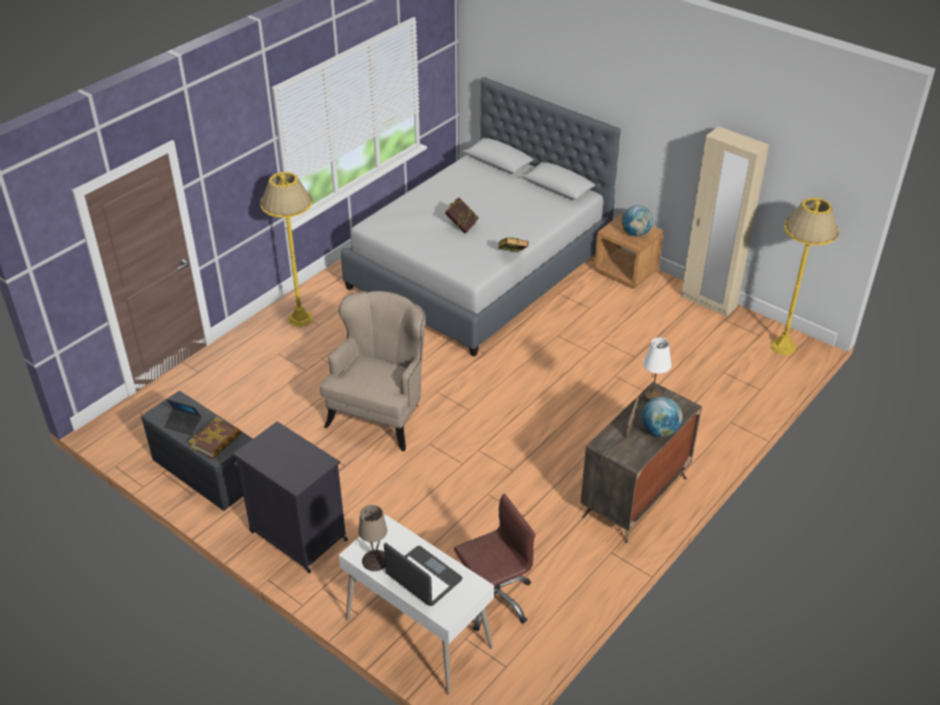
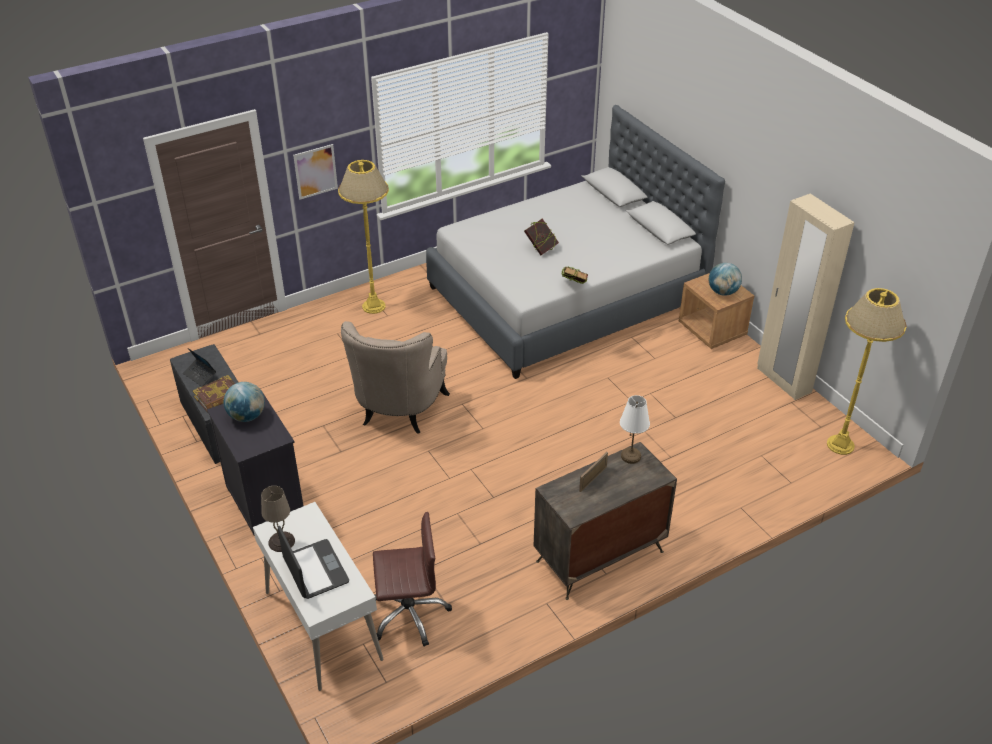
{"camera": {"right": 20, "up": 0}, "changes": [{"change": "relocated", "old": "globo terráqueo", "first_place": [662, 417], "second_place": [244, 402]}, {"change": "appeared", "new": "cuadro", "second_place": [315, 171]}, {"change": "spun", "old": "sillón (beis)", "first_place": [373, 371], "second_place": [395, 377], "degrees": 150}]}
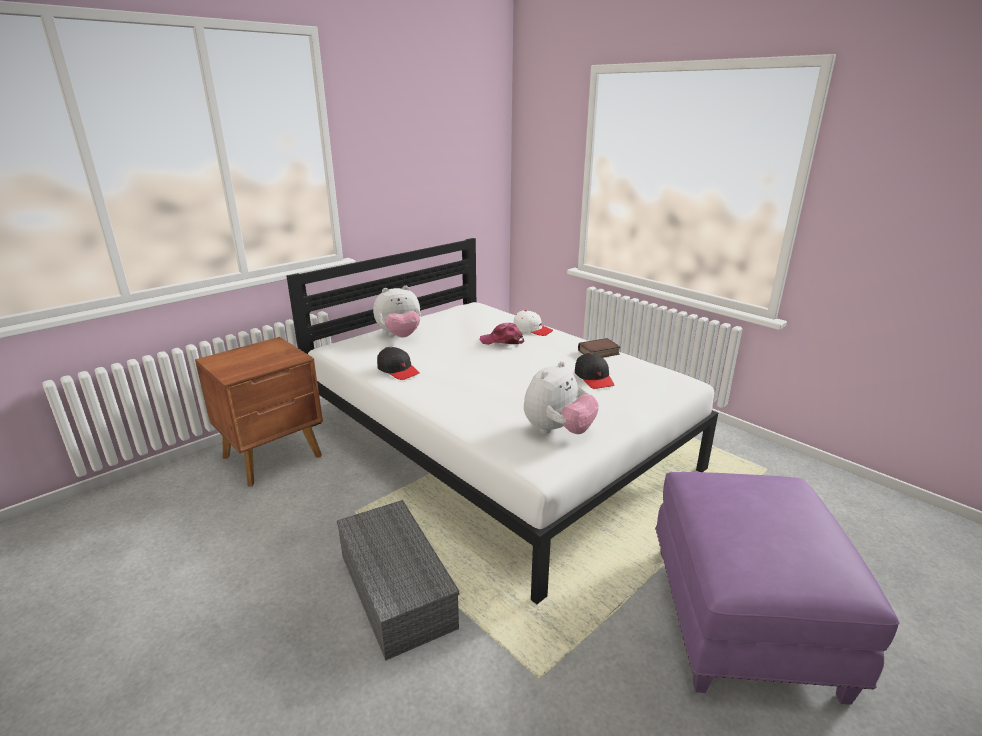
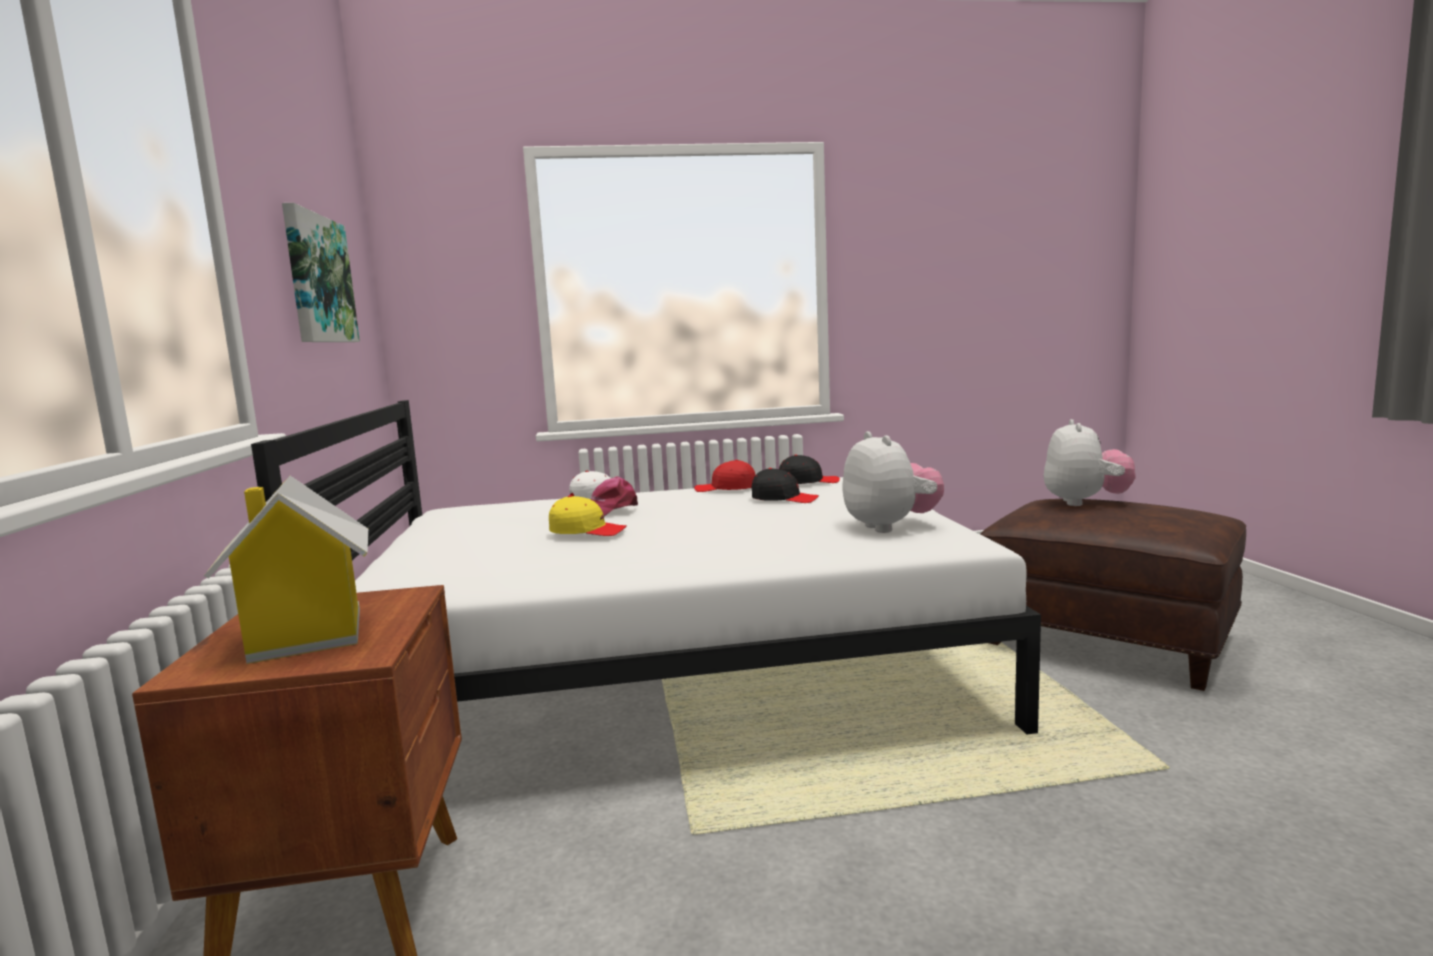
{"camera": {"right": -55, "up": -15}, "changes": [{"change": "appeared", "new": "casita", "second_place": [286, 570]}, {"change": "appeared", "new": "cuadro", "second_place": [321, 272]}, {"change": "appeared", "new": "gorra (amarillo)", "second_place": [588, 515]}, {"change": "exchanged", "old": "libro", "new": "gorra (rojo)", "first_place": [599, 348], "second_place": [724, 476]}, {"change": "relocated", "old": "gorra (negro)", "first_place": [398, 363], "second_place": [809, 469]}, {"change": "colour", "old": "puf (morado)", "new": "puf (marrón)", "first_place": [777, 588], "second_place": [1113, 595]}, {"change": "relocated", "old": "peluche", "first_place": [397, 311], "second_place": [1090, 462]}, {"change": "missing", "old": "caja de almacenaje (gris)", "first_place": [398, 580]}]}
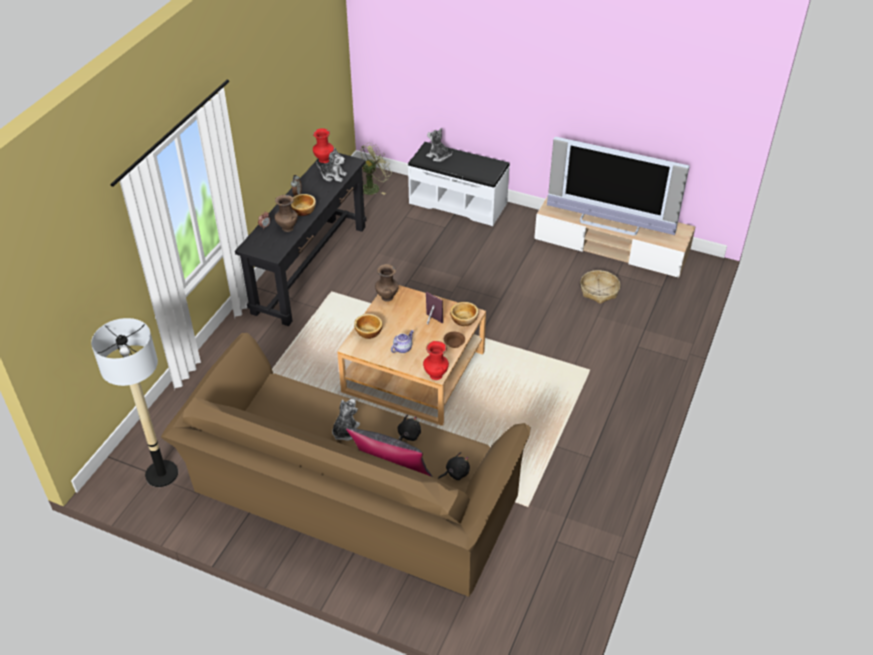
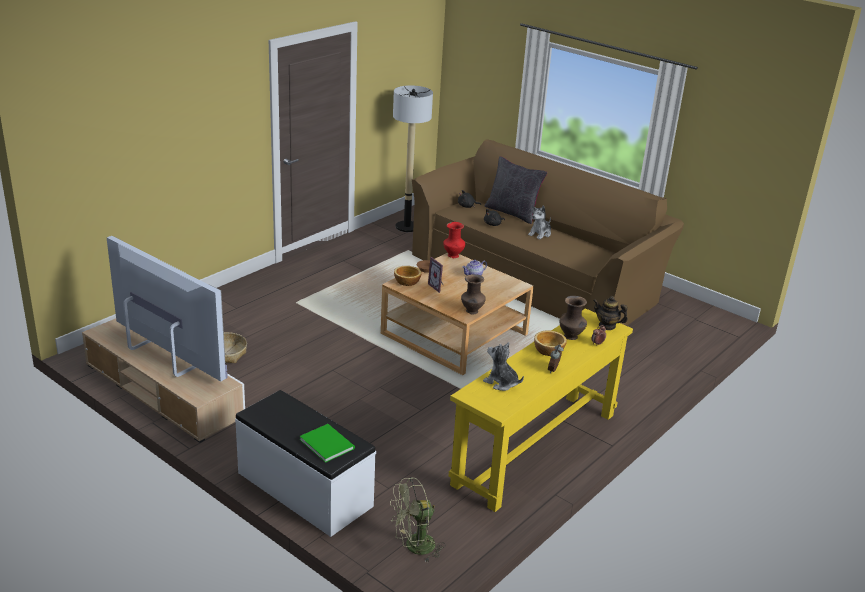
{"camera": {"right": -165, "up": -15}, "changes": [{"change": "exchanged", "old": "peluche", "new": "libro (verde)", "first_place": [439, 145], "second_place": [327, 443]}, {"change": "relocated", "old": "lámpara de pie", "first_place": [134, 402], "second_place": [413, 158]}, {"change": "colour", "old": "mesa consola (negro)", "new": "mesa consola (amarillo)", "first_place": [300, 239], "second_place": [541, 410]}, {"change": "appeared", "new": "tetera", "second_place": [610, 313]}, {"change": "missing", "old": "florero (rojo)", "first_place": [323, 145]}, {"change": "missing", "old": "cuenco", "first_place": [368, 326]}]}
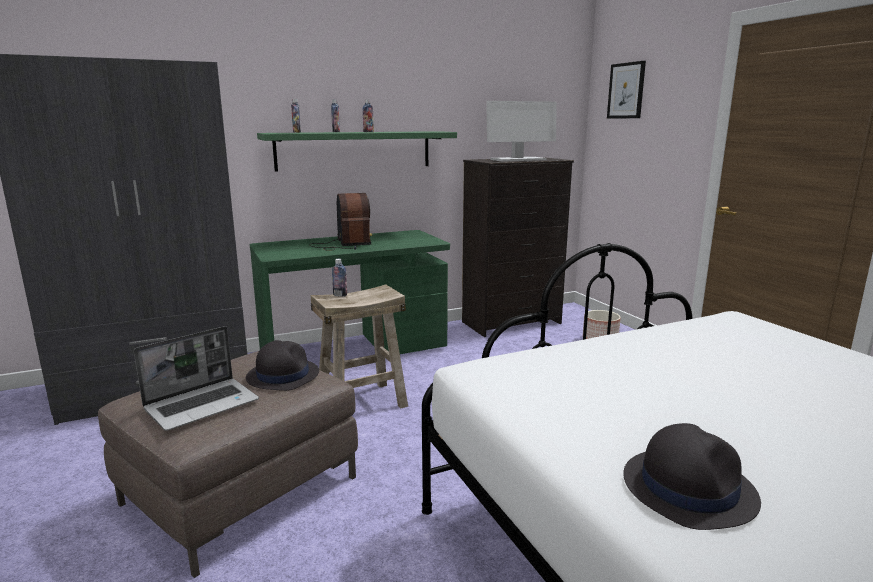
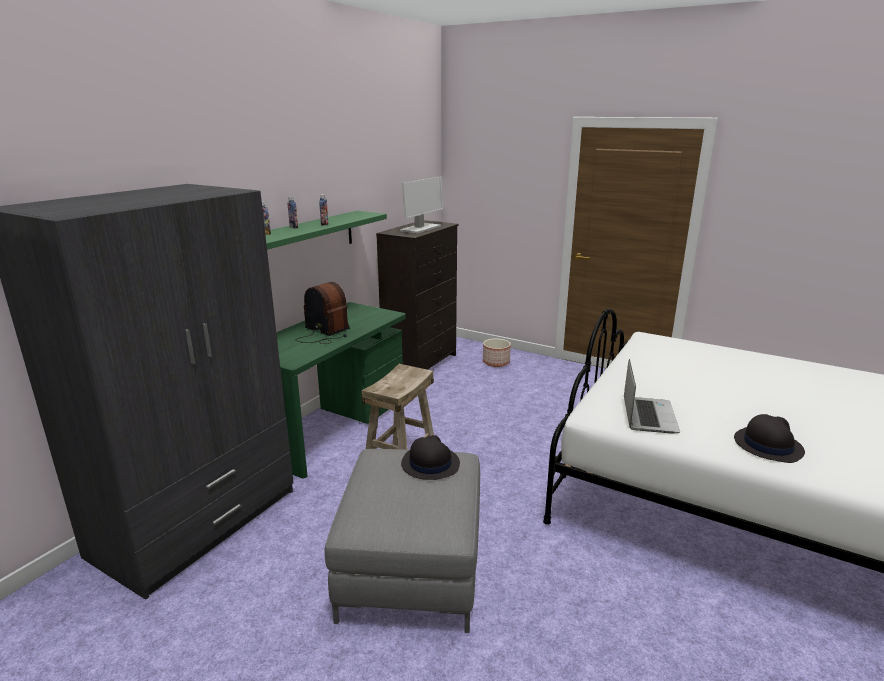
{"camera": {"right": -35, "up": 5}, "changes": [{"change": "colour", "old": "puf (marrón)", "new": "puf (gris)", "first_place": [228, 464], "second_place": [402, 541]}, {"change": "relocated", "old": "portátil", "first_place": [196, 378], "second_place": [652, 396]}, {"change": "missing", "old": "botella", "first_place": [339, 278]}, {"change": "missing", "old": "cuadro", "first_place": [626, 89]}]}
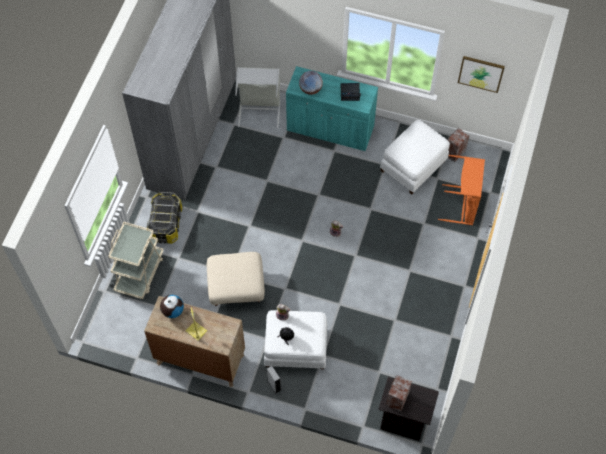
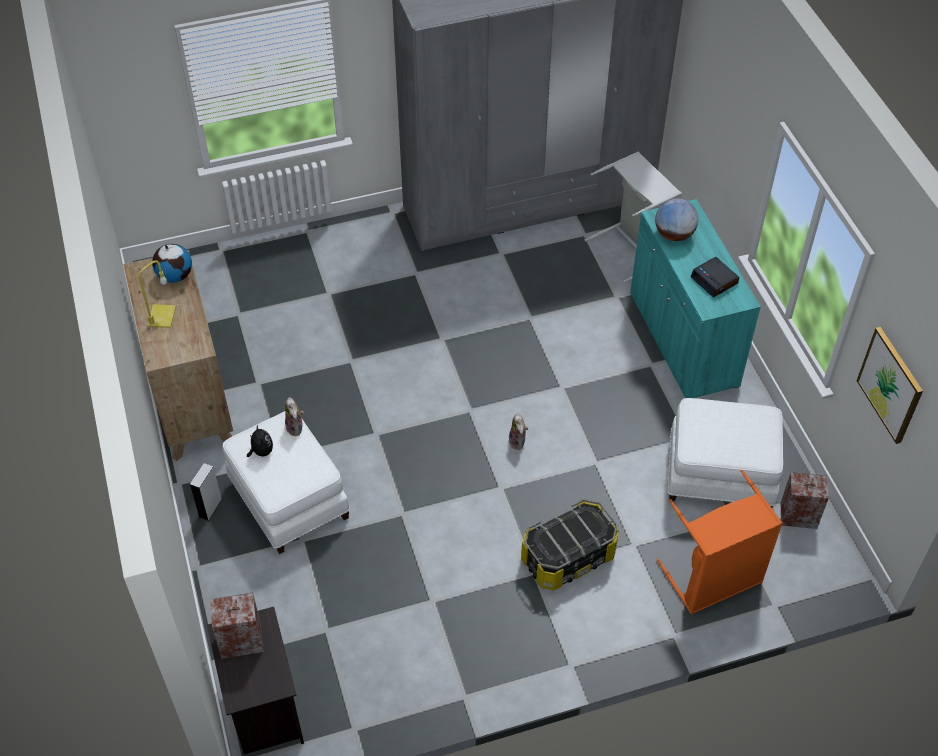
{"camera": {"right": 55, "up": -10}, "changes": [{"change": "relocated", "old": "caja de almacenaje", "first_place": [164, 218], "second_place": [570, 544]}, {"change": "missing", "old": "carrito (beis)", "first_place": [136, 260]}, {"change": "missing", "old": "puf (beis)", "first_place": [236, 279]}]}
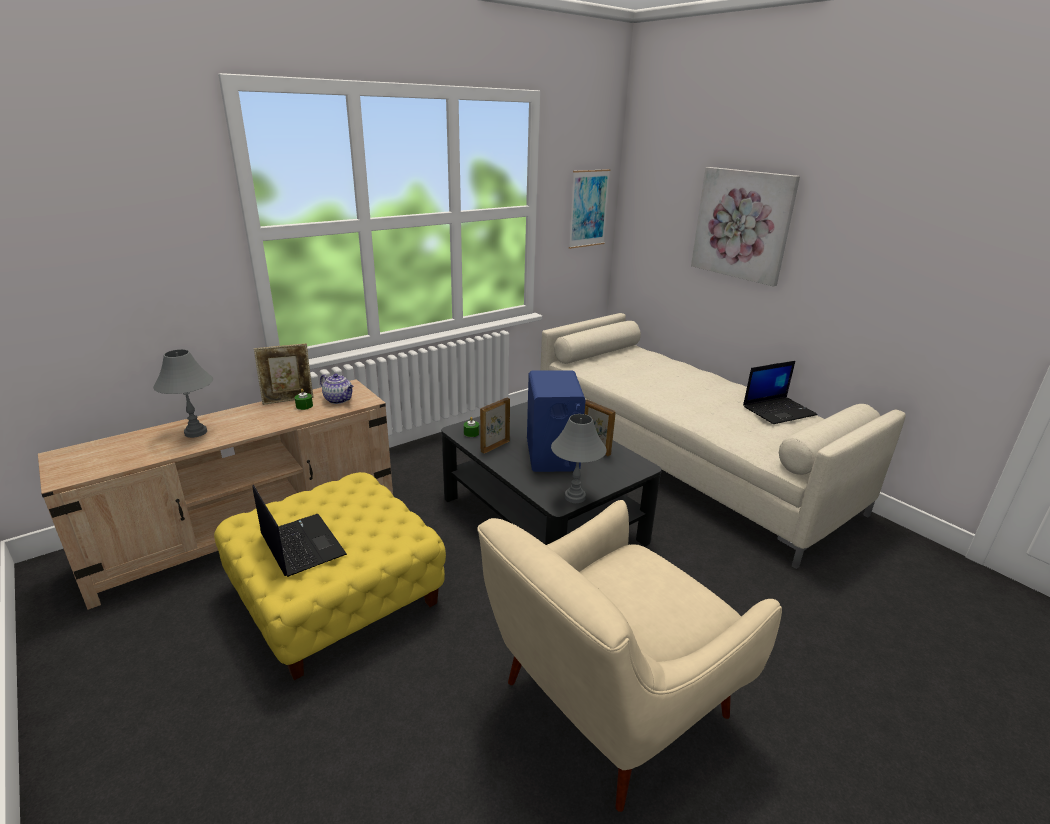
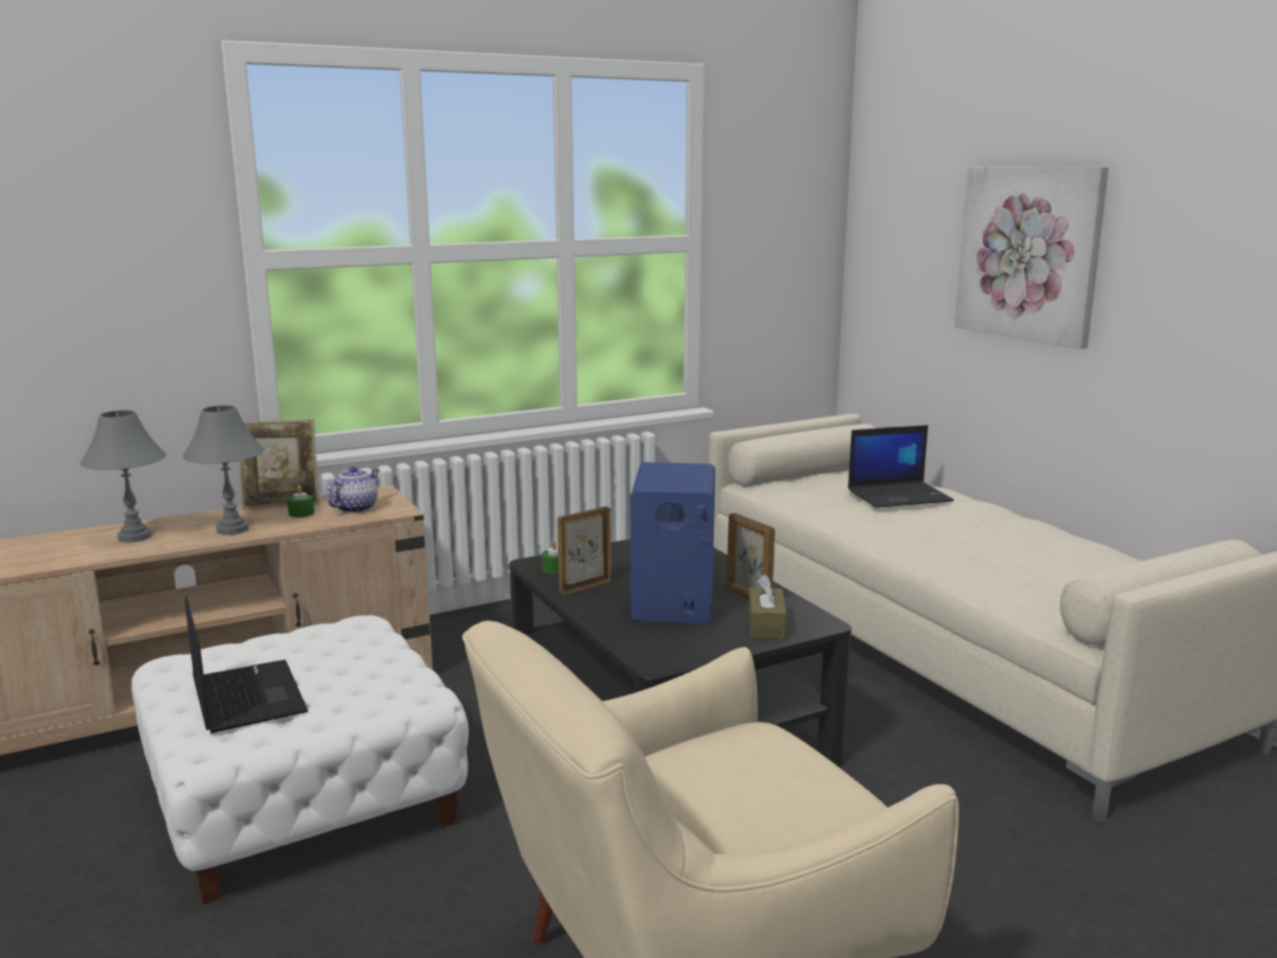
{"camera": {"right": 10, "up": -10}, "changes": [{"change": "colour", "old": "puf (amarillo)", "new": "puf (blanco)", "first_place": [330, 576], "second_place": [300, 759]}, {"change": "relocated", "old": "lámpara de mesa (gris)", "first_place": [579, 458], "second_place": [223, 470]}, {"change": "spun", "old": "tetera", "first_place": [337, 389], "second_place": [353, 489], "degrees": -105}, {"change": "appeared", "new": "caja de pañuelos (marrón)", "second_place": [768, 606]}, {"change": "relocated", "old": "portátil", "first_place": [780, 392], "second_place": [901, 466]}, {"change": "missing", "old": "cuadro", "first_place": [589, 209]}]}
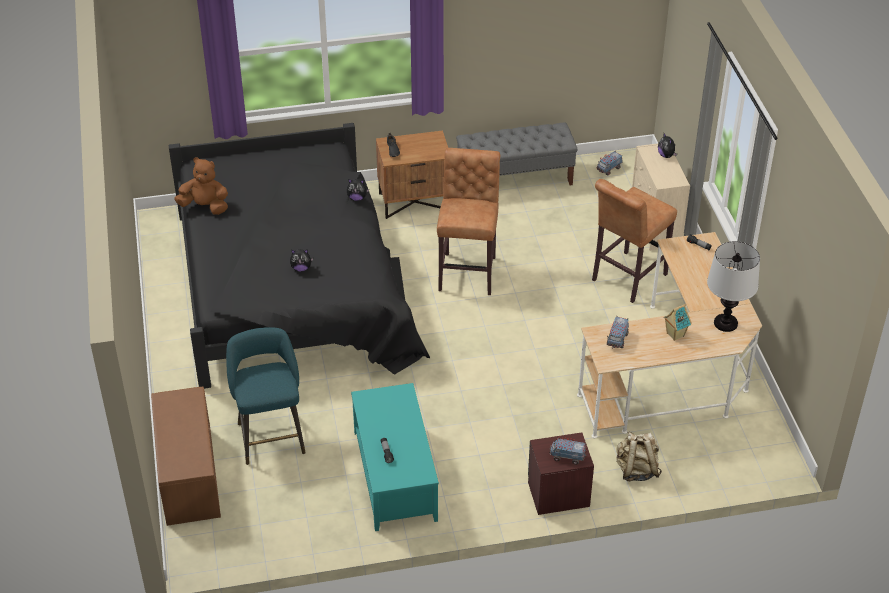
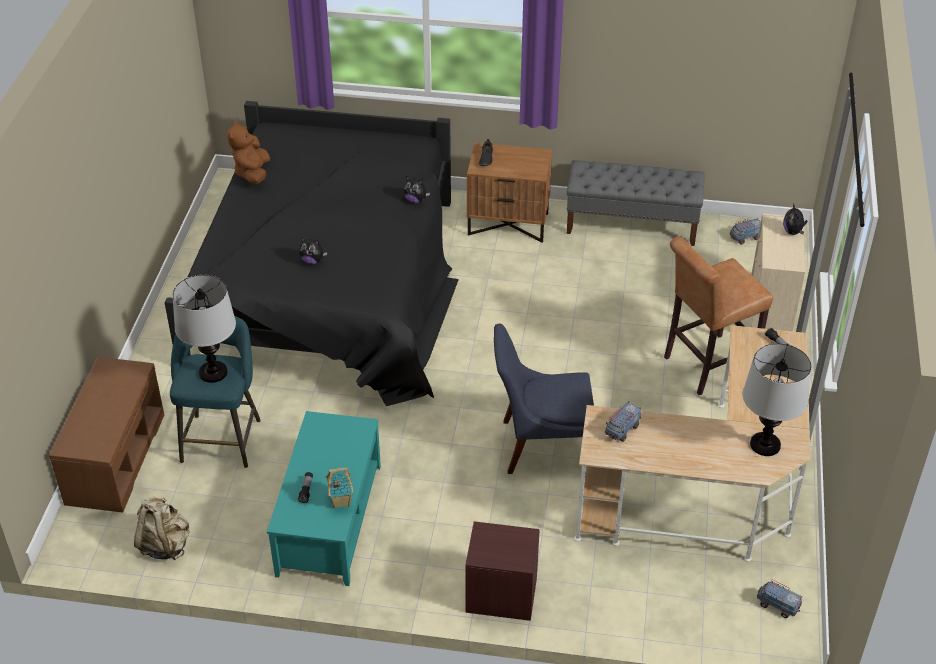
{"camera": {"right": 20, "up": 0}, "changes": [{"change": "relocated", "old": "mochila (beis)", "first_place": [639, 456], "second_place": [162, 529]}, {"change": "appeared", "new": "lámpara de mesa", "second_place": [204, 329]}, {"change": "spun", "old": "peluche (marrón)", "first_place": [201, 186], "second_place": [248, 153], "degrees": -120}, {"change": "relocated", "old": "casita", "first_place": [677, 322], "second_place": [340, 487]}, {"change": "appeared", "new": "silla (azul)", "second_place": [544, 398]}, {"change": "relocated", "old": "camión de juguete", "first_place": [568, 450], "second_place": [779, 599]}, {"change": "missing", "old": "taburete (marrón)", "first_place": [468, 221]}]}
